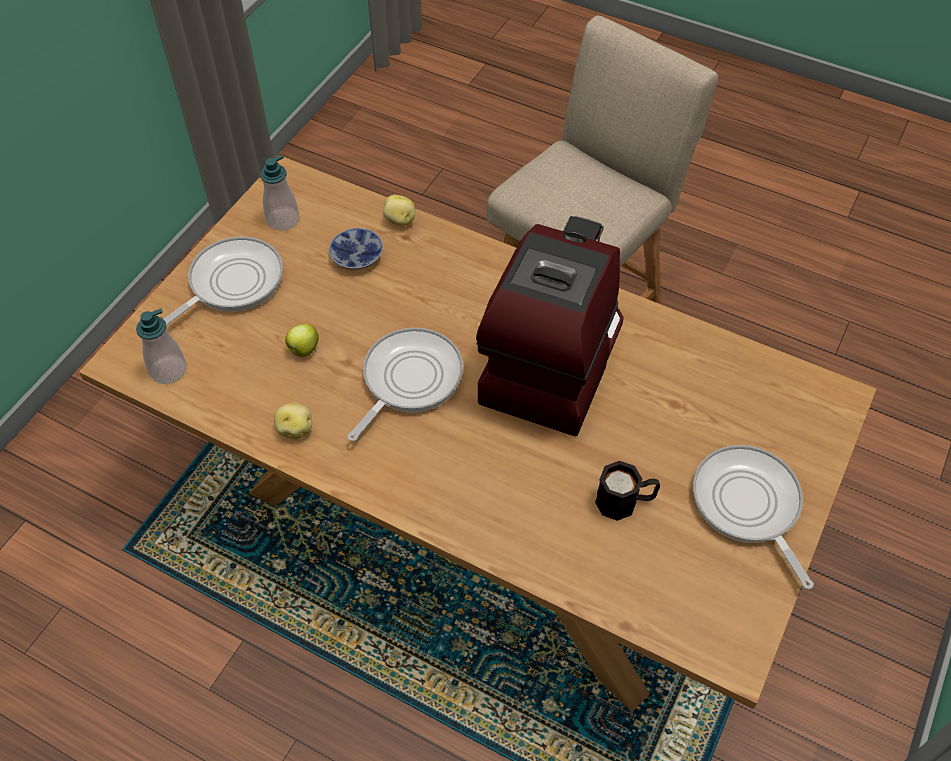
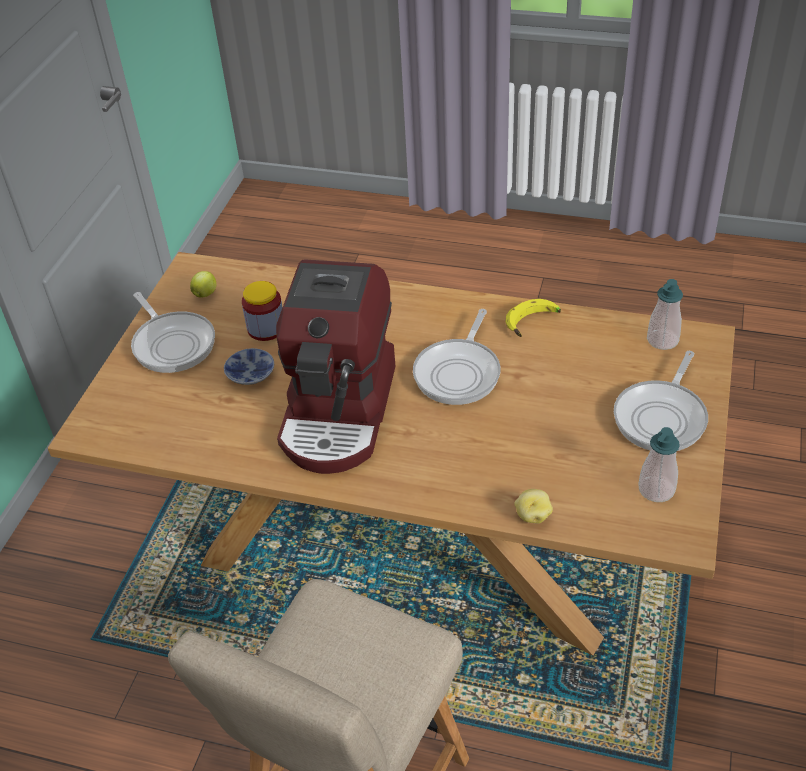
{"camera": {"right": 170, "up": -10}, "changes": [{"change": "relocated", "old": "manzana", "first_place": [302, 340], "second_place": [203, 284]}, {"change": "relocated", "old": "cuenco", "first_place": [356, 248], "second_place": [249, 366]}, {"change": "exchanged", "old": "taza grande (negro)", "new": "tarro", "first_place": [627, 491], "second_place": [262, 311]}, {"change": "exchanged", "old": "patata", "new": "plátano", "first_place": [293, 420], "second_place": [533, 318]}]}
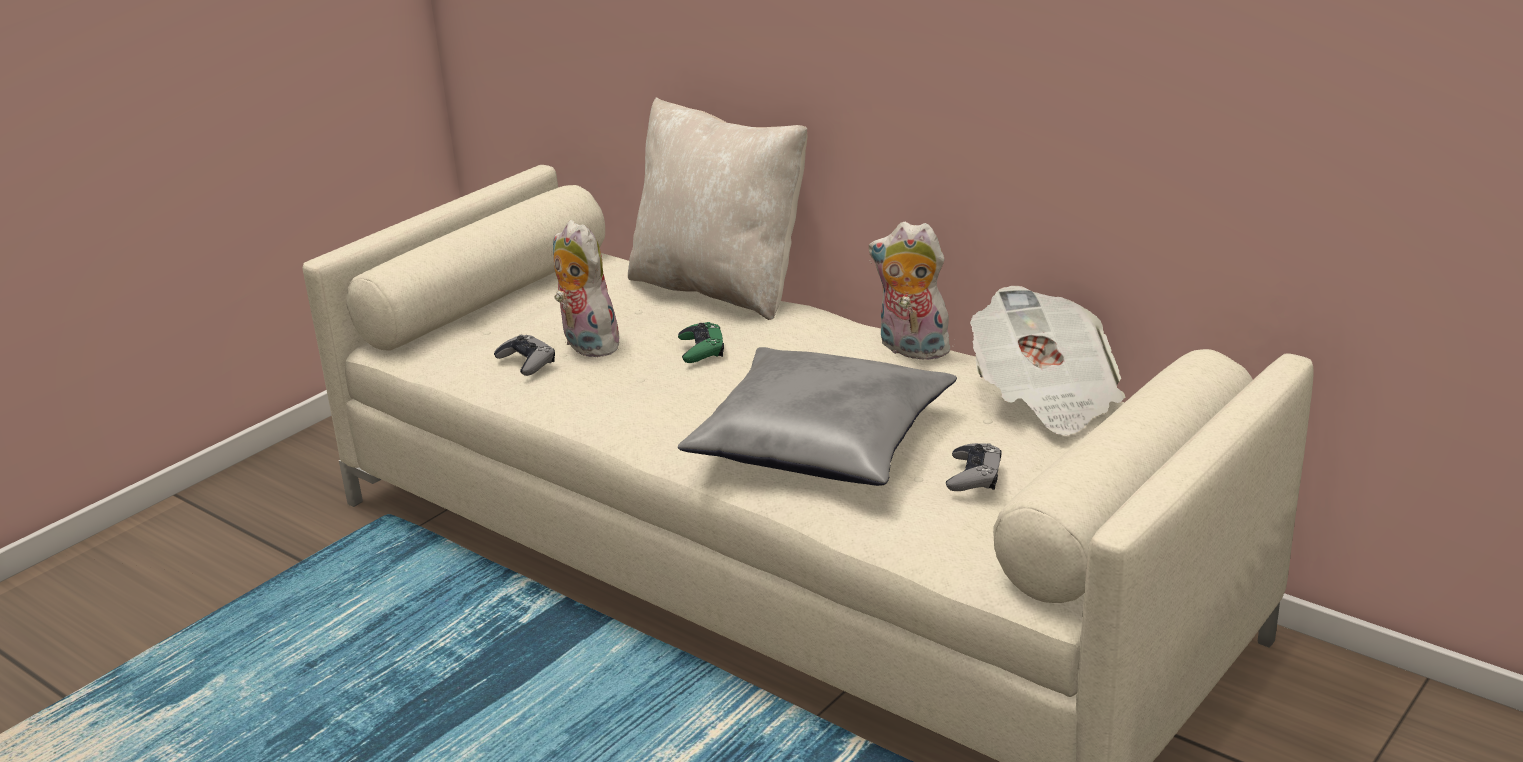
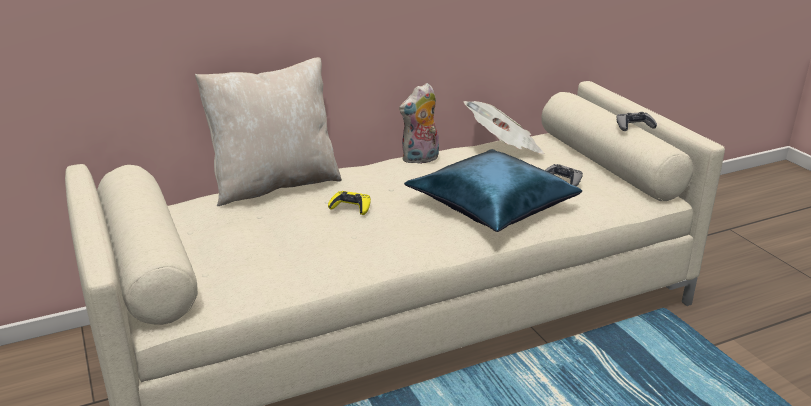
{"camera": {"right": -65, "up": 0}, "changes": [{"change": "colour", "old": "mando de consola (verde)", "new": "mando de consola (amarillo)", "first_place": [701, 342], "second_place": [349, 203]}, {"change": "colour", "old": "cojín (gris)", "new": "cojín (azul)", "first_place": [817, 416], "second_place": [493, 190]}, {"change": "relocated", "old": "mando de consola (gris)", "first_place": [524, 355], "second_place": [637, 121]}, {"change": "missing", "old": "peluche", "first_place": [588, 288]}]}
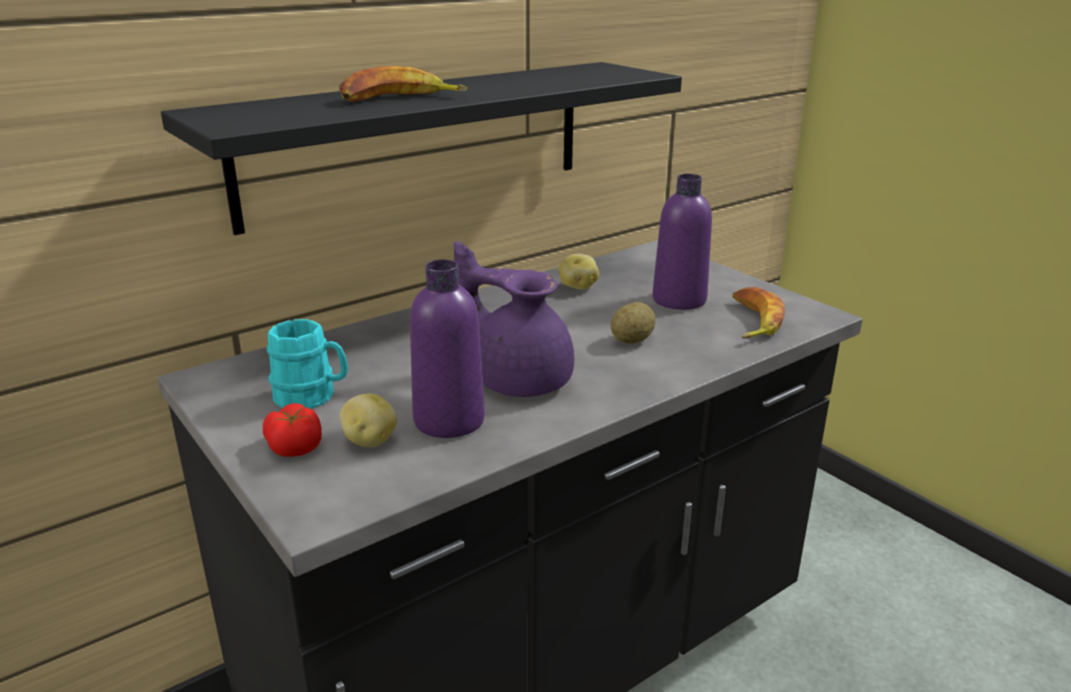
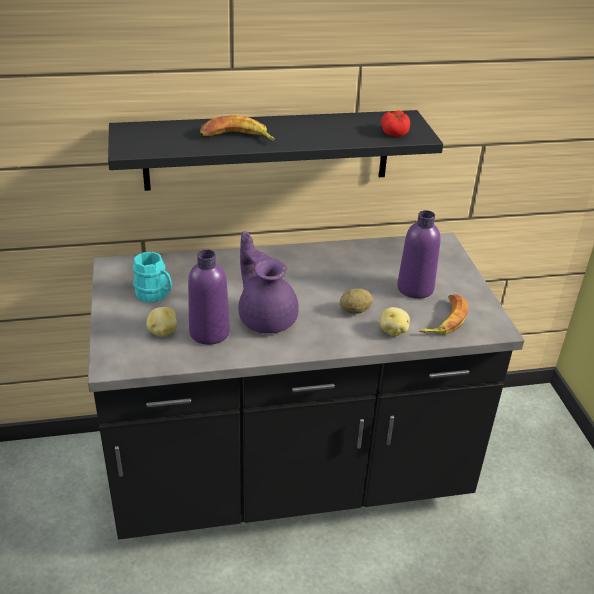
{"camera": {"right": 25, "up": 10}, "changes": [{"change": "relocated", "old": "patata", "first_place": [578, 272], "second_place": [395, 321]}, {"change": "relocated", "old": "tomate", "first_place": [292, 430], "second_place": [395, 123]}]}
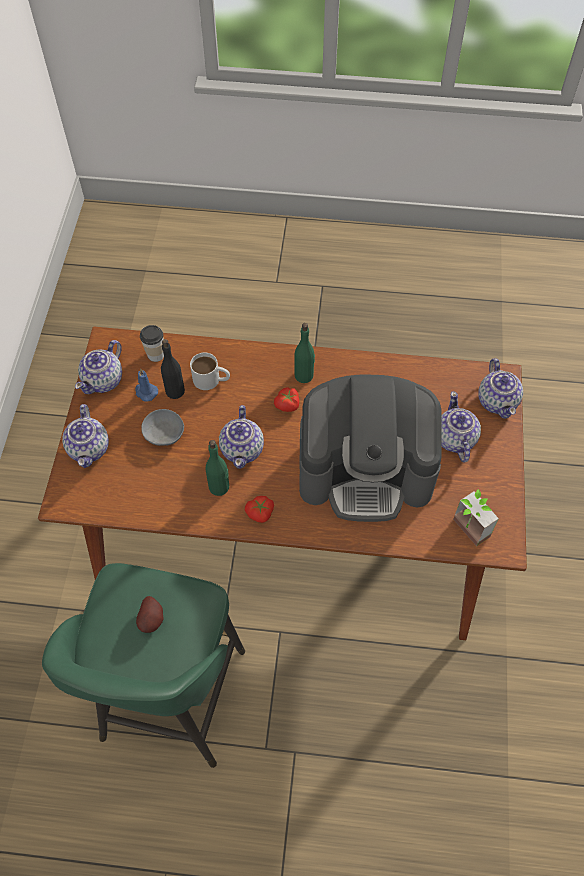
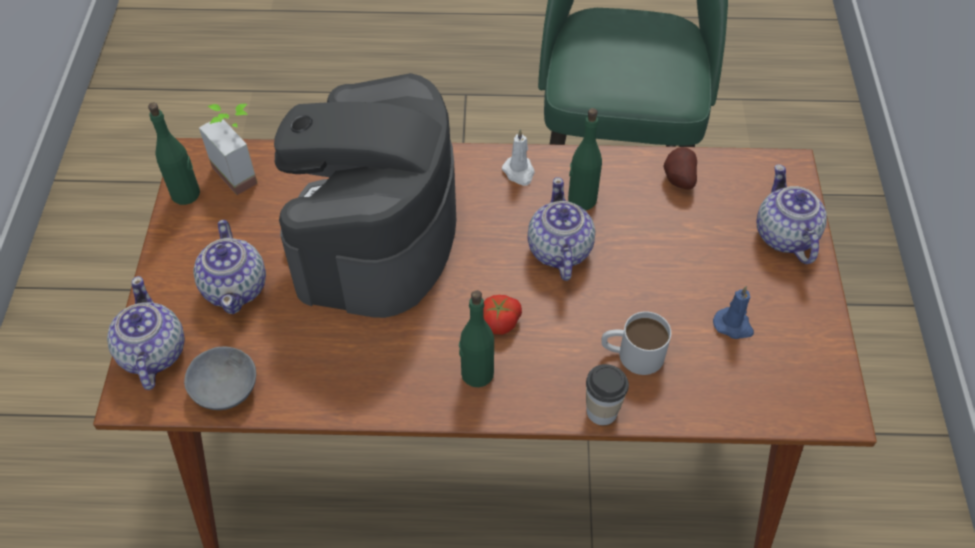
{"camera": {"right": 175, "up": -5}, "changes": [{"change": "appeared", "new": "botella (verde)", "second_place": [174, 154]}, {"change": "relocated", "old": "cuenco (gris)", "first_place": [162, 427], "second_place": [220, 378]}, {"change": "spun", "old": "cafetera", "first_place": [370, 448], "second_place": [365, 195], "degrees": -75}, {"change": "exchanged", "old": "tomate", "new": "vela (blanco)", "first_place": [259, 509], "second_place": [518, 157]}, {"change": "relocated", "old": "taza", "first_place": [152, 343], "second_place": [607, 394]}, {"change": "relocated", "old": "patata", "first_place": [150, 614], "second_place": [680, 168]}, {"change": "missing", "old": "tetera", "first_place": [98, 367]}, {"change": "missing", "old": "botella (negro)", "first_place": [173, 369]}]}
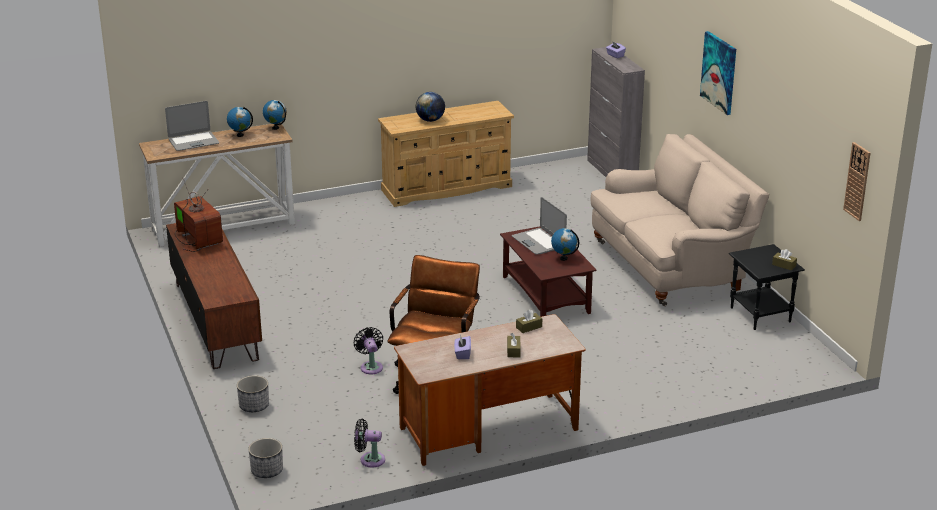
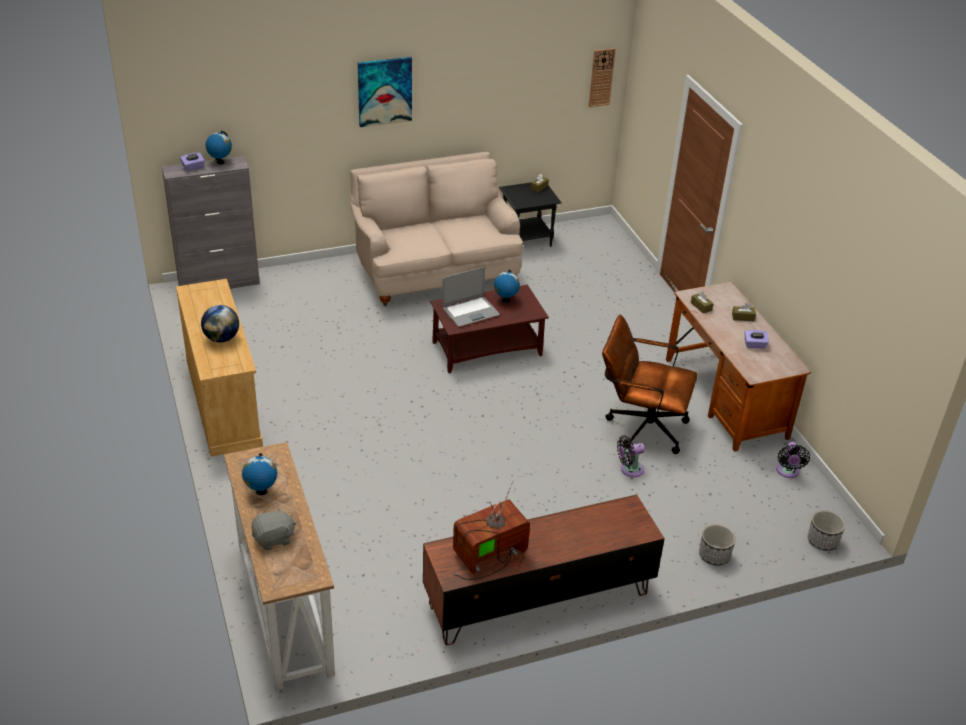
{"camera": {"right": -90, "up": 10}, "changes": [{"change": "relocated", "old": "globo terráqueo", "first_place": [275, 115], "second_place": [219, 147]}, {"change": "exchanged", "old": "portátil", "new": "peluche (gris)", "first_place": [192, 126], "second_place": [274, 528]}]}
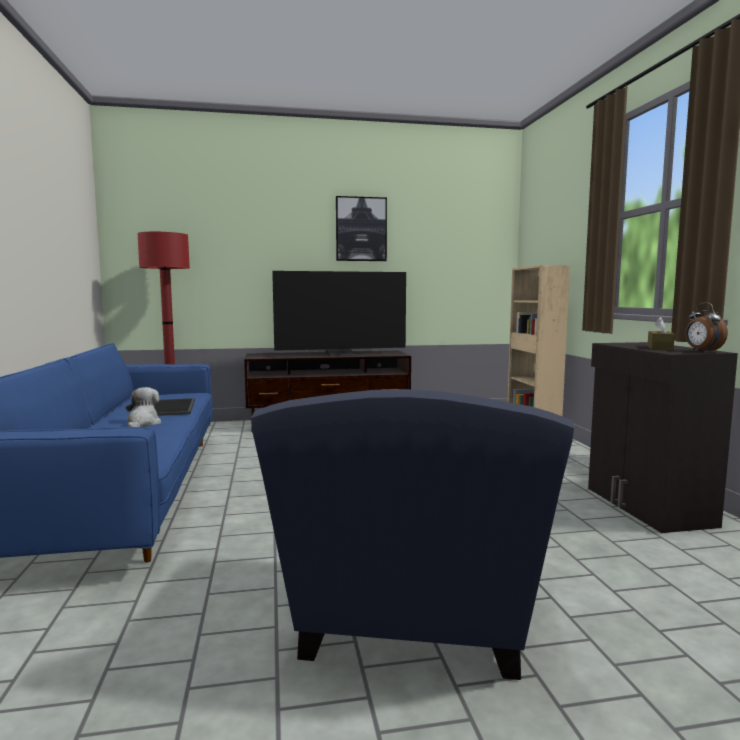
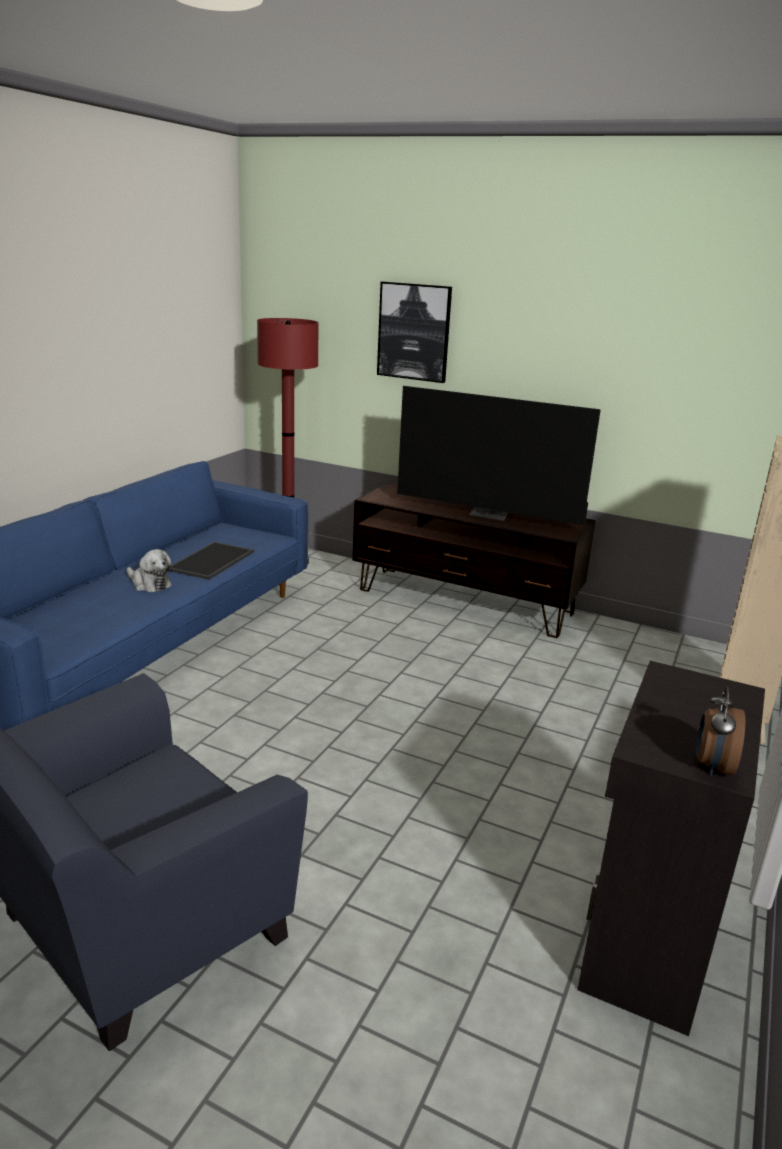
{"camera": {"right": 35, "up": 15}, "changes": [{"change": "spun", "old": "peluche", "first_place": [143, 407], "second_place": [149, 570], "degrees": 90}, {"change": "relocated", "old": "cuadro", "first_place": [361, 228], "second_place": [414, 332]}, {"change": "missing", "old": "caja de pañuelos (marrón)", "first_place": [661, 333]}]}
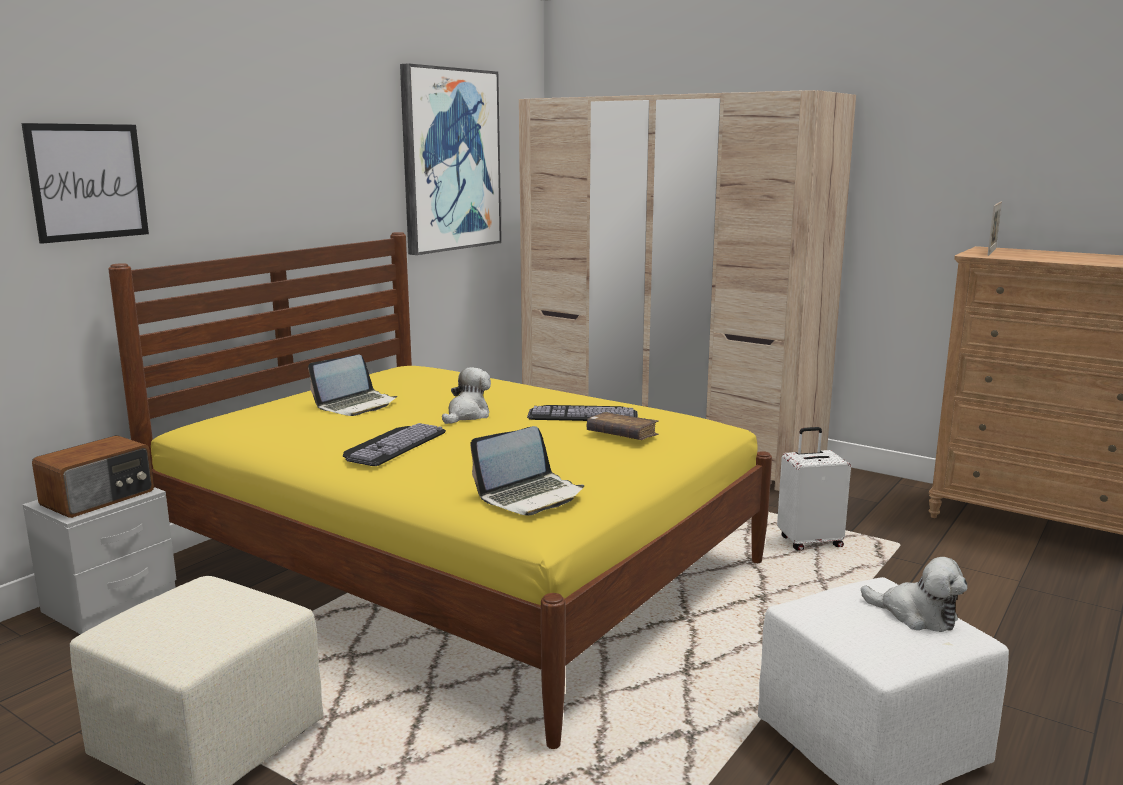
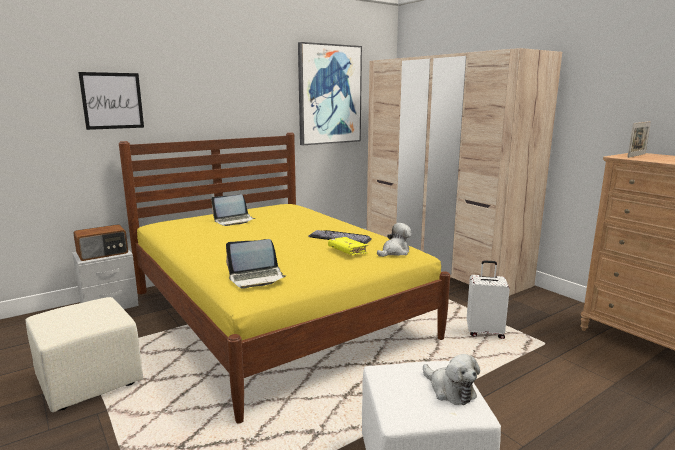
{"camera": {"right": 20, "up": 0}, "changes": [{"change": "colour", "old": "libro (marrón)", "new": "libro (amarillo)", "first_place": [622, 426], "second_place": [348, 246]}, {"change": "relocated", "old": "peluche", "first_place": [466, 395], "second_place": [394, 240]}, {"change": "missing", "old": "teclado", "first_place": [394, 444]}]}
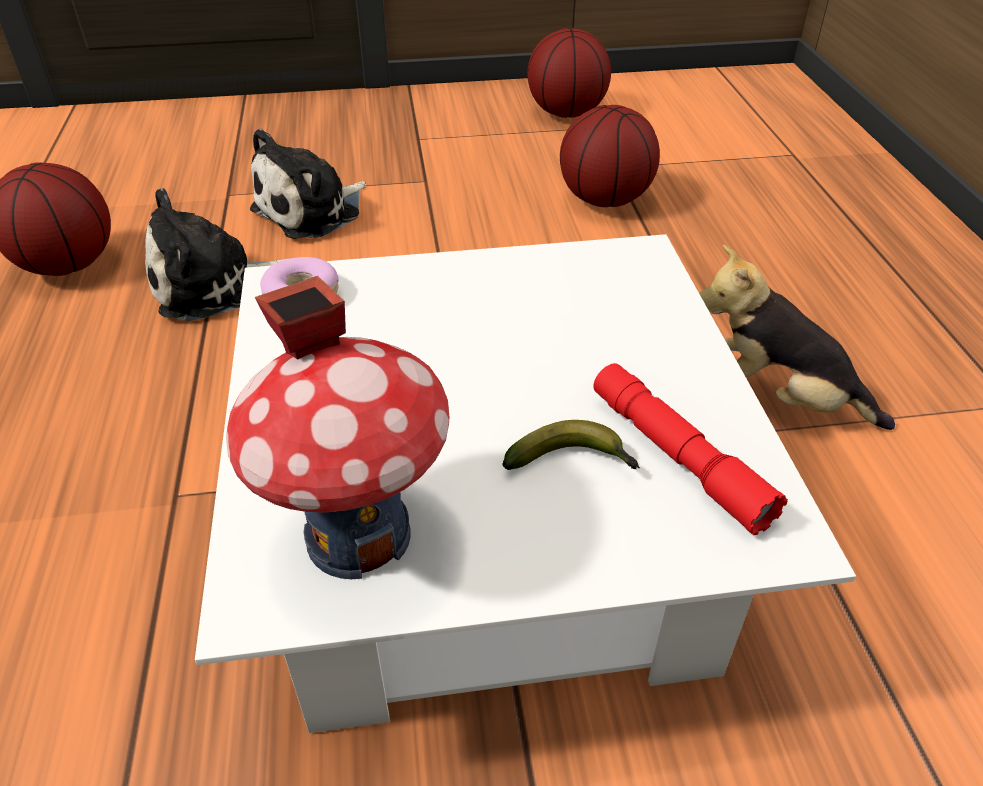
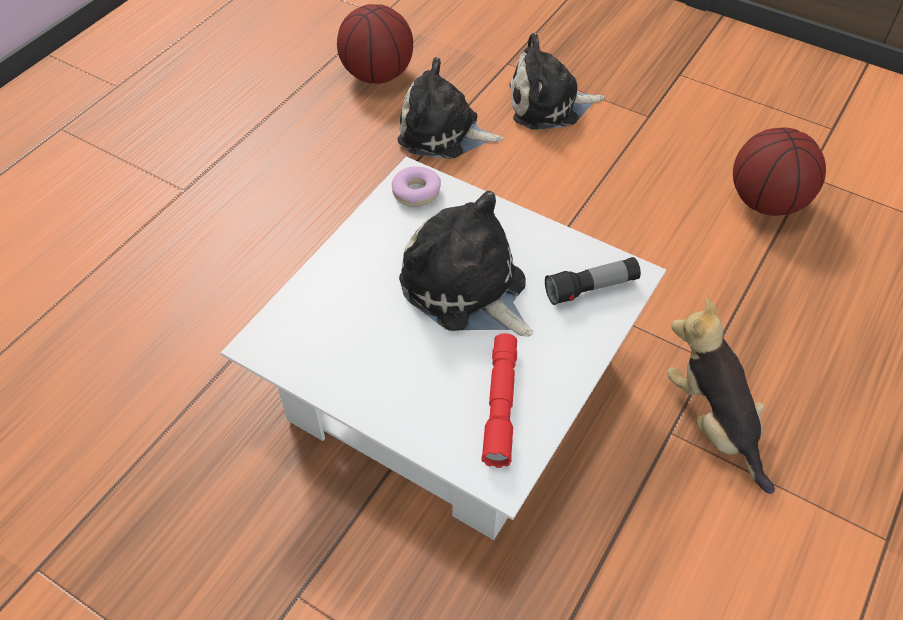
{"camera": {"right": 40, "up": 10}, "changes": [{"change": "appeared", "new": "peluche", "second_place": [466, 264]}, {"change": "appeared", "new": "linterna", "second_place": [593, 281]}, {"change": "missing", "old": "casita", "first_place": [337, 427]}, {"change": "missing", "old": "plátano", "first_place": [571, 445]}, {"change": "missing", "old": "balón de baloncesto", "first_place": [569, 73]}]}
